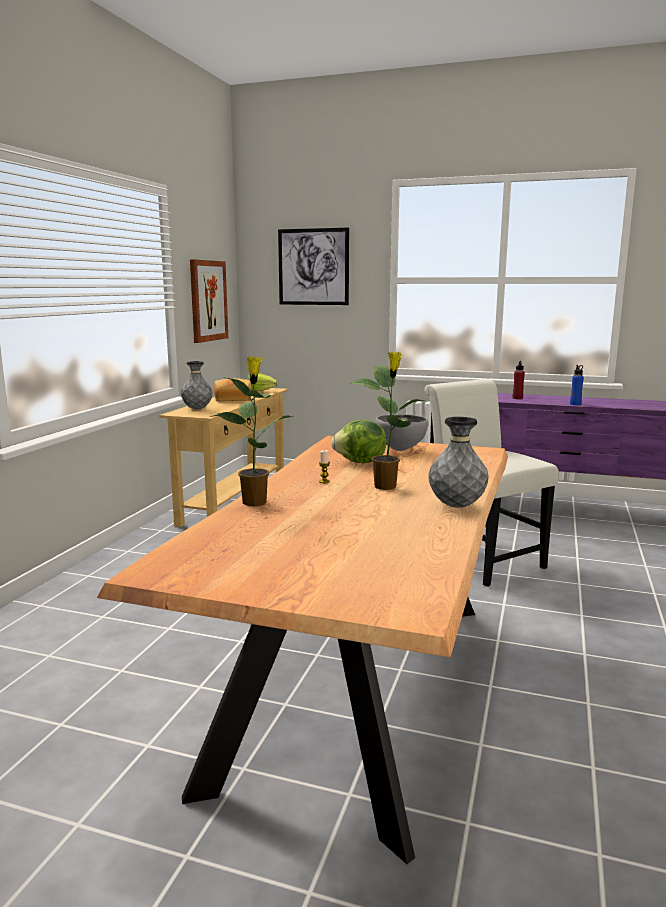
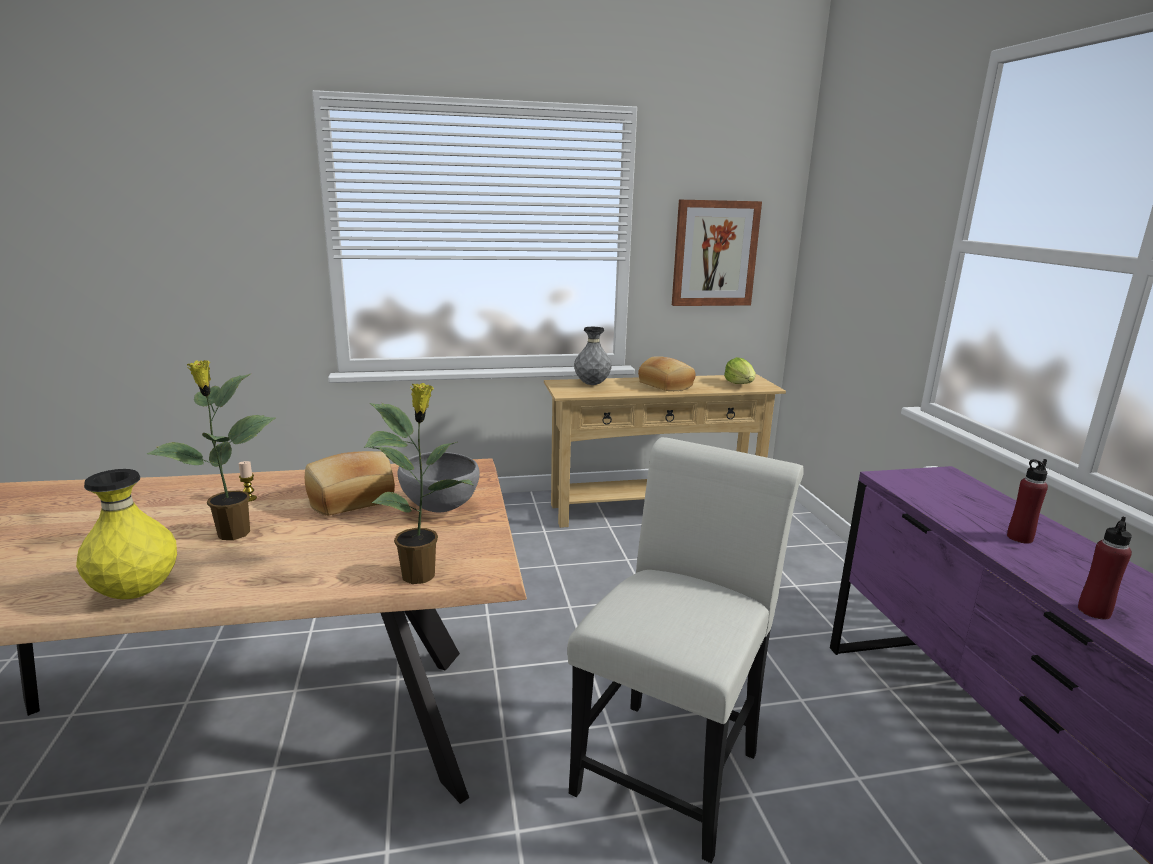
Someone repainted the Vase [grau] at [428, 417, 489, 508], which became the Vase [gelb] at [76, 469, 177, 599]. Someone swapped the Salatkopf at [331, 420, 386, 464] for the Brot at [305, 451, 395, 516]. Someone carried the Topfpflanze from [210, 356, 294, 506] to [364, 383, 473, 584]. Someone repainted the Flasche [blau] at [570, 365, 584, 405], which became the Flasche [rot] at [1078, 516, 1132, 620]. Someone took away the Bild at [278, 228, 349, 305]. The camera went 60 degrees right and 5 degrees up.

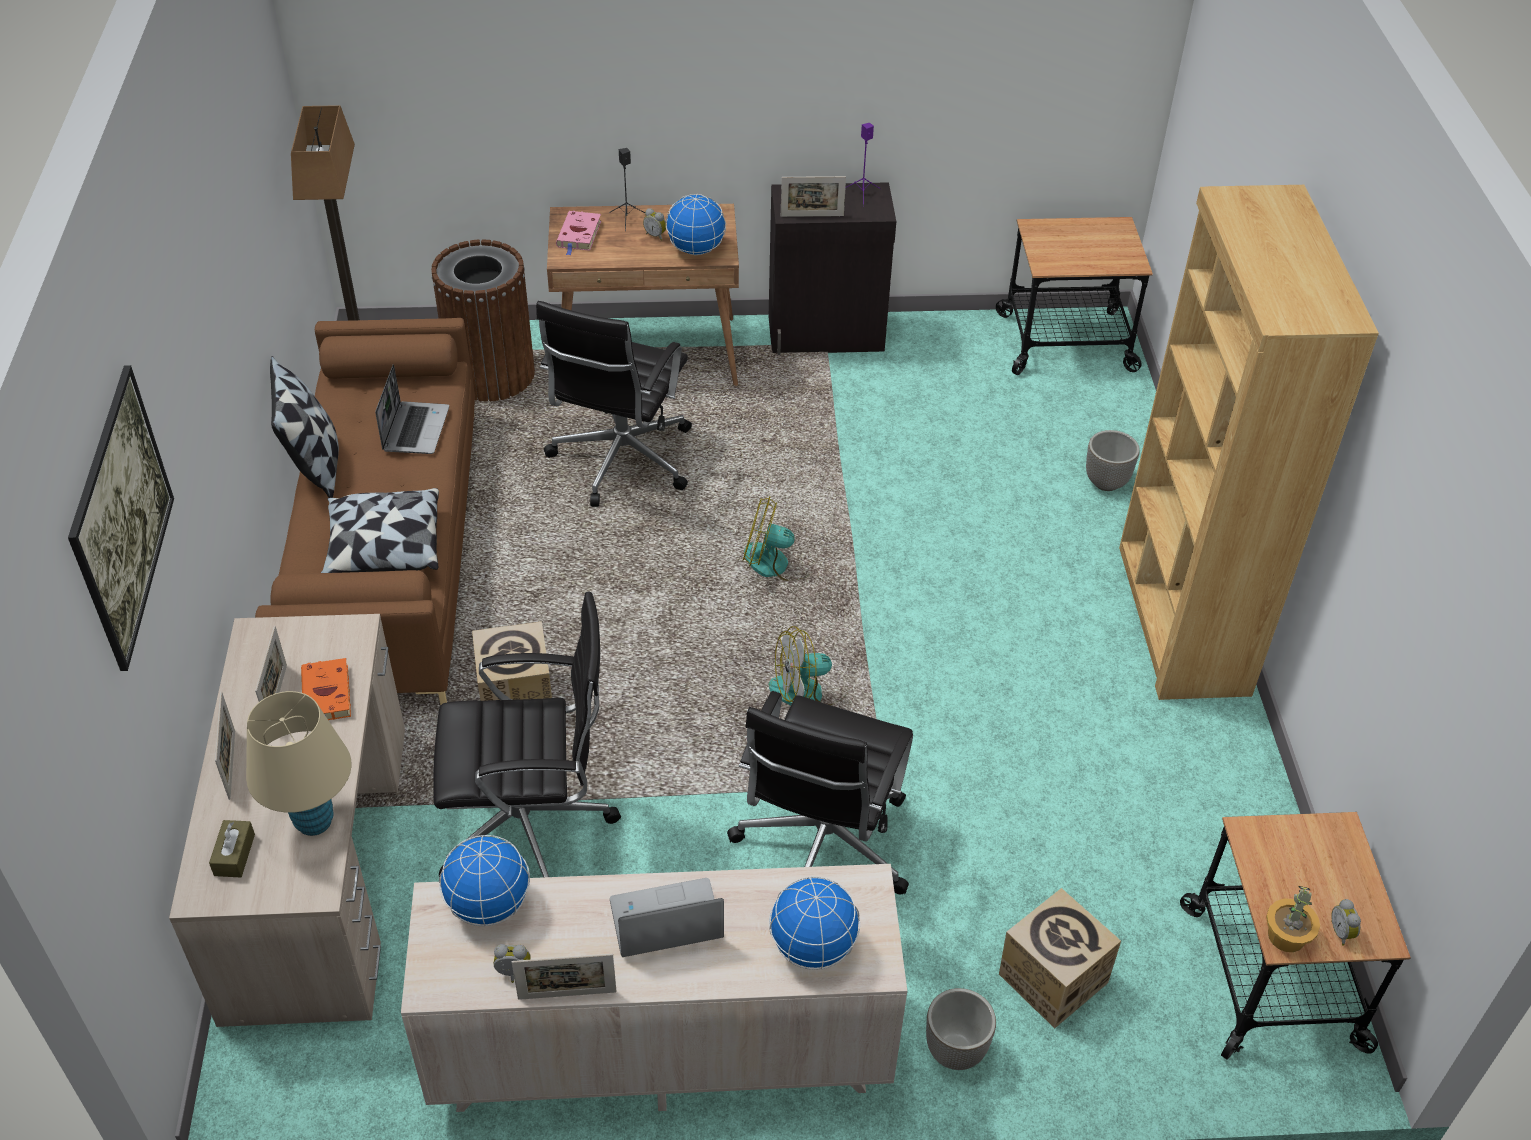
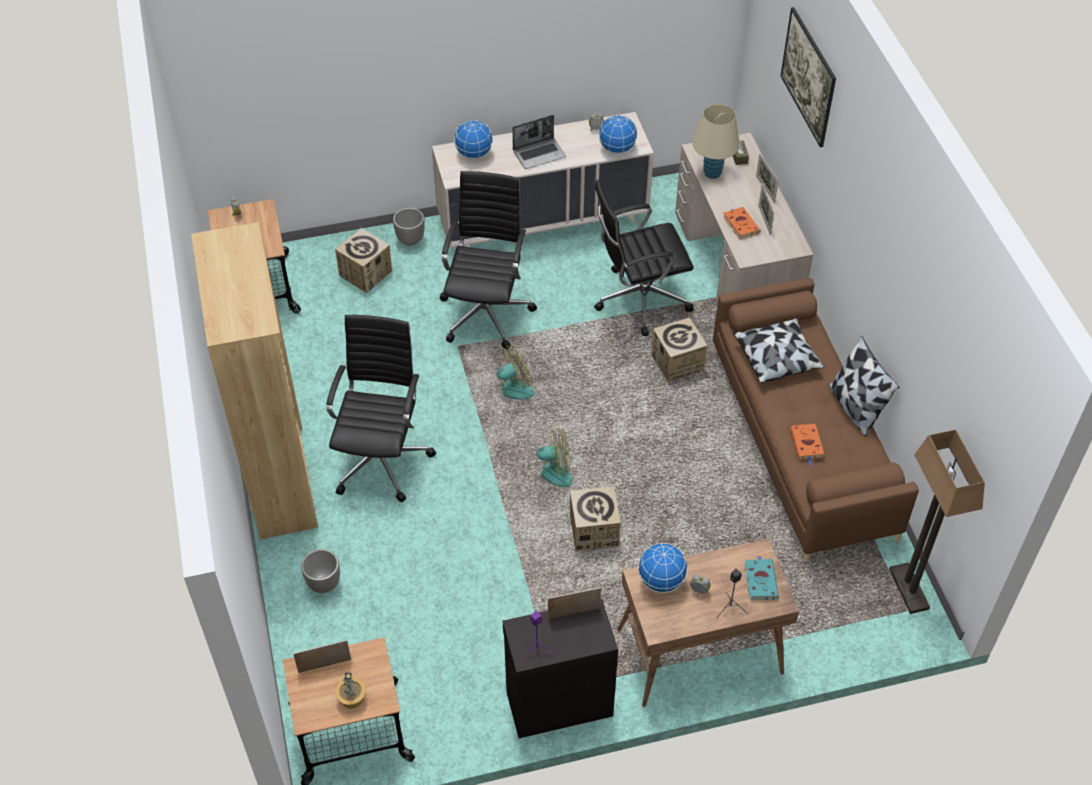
Someone carried the Bilderrahmen from [512, 954, 616, 1000] to [293, 640, 351, 673]. Someone carried the Bürostuhl [schwarz] from [536, 301, 692, 507] to [326, 315, 436, 502]. Someone carried the Topfpflanze from [1266, 886, 1320, 952] to [335, 673, 366, 709]. Someone put down the Karton at [570, 486, 621, 552]. Someone repainted the Buch [rosa] at [556, 211, 601, 255], which became the Buch [türkis] at [744, 556, 779, 600]. Someone swapped the Laptop at [375, 364, 449, 454] for the Buch [orange] at [790, 424, 824, 466]. Someone took away the Mülleimer [braun] at [431, 239, 535, 402]. The camera went 170 degrees right and 5 degrees up.

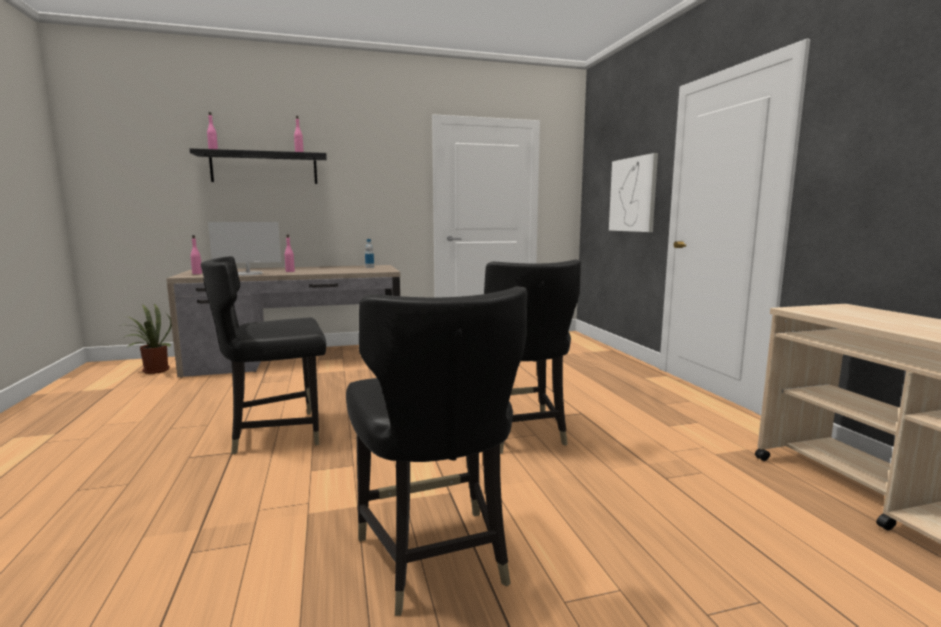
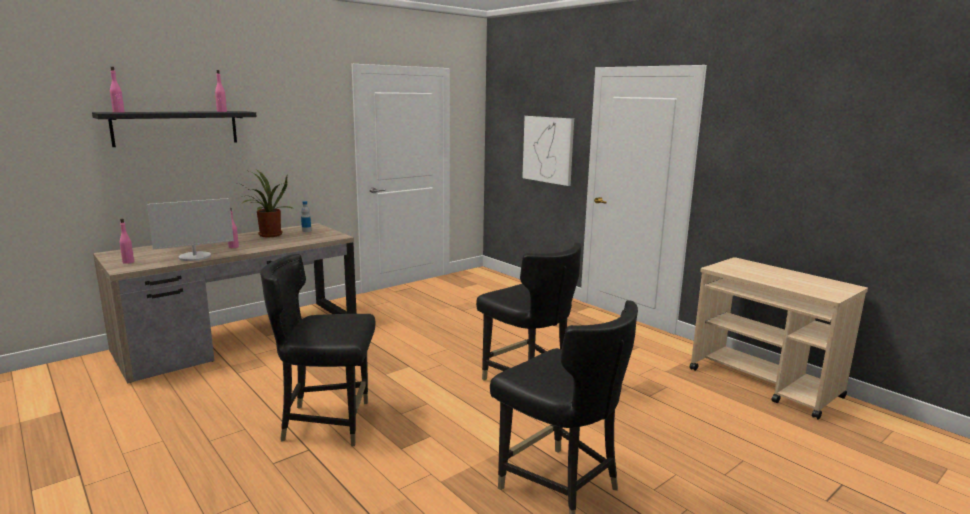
Someone carried the Topfpflanze from [122, 304, 172, 374] to [238, 170, 293, 237]. Someone rotated the Stuhl [schwarz] at [201, 256, 326, 454] by 45 degrees clockwise. The camera went 25 degrees left and 5 degrees up.

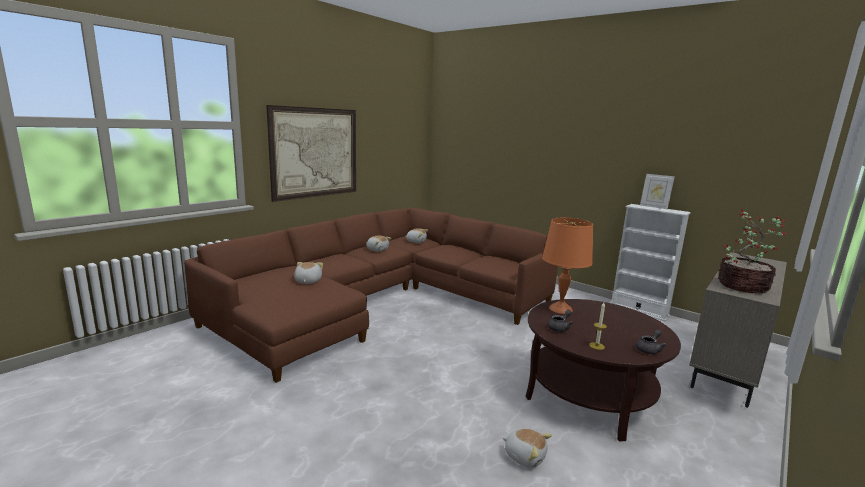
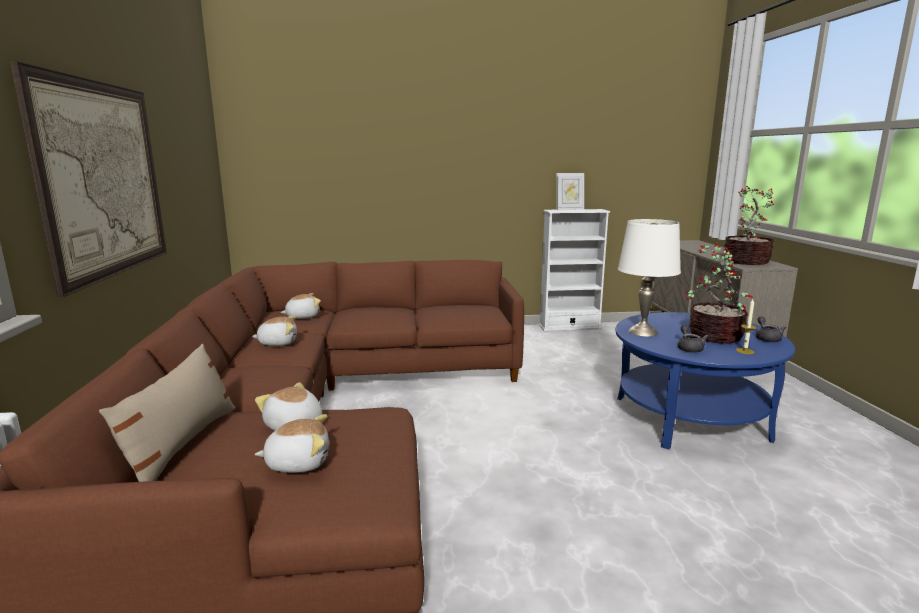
Someone put down the Kissen [beige] at [99, 344, 236, 482]. Someone carried the Plüschtier from [503, 429, 552, 468] to [255, 414, 329, 473]. Someone repainted the Couchtisch [braun] at [526, 299, 681, 441], which became the Couchtisch [blau] at [616, 312, 795, 450]. Someone repainted the Tischlampe [orange] at [542, 218, 593, 314], which became the Tischlampe [weiß] at [618, 219, 681, 337]. Someone put down the Topfpflanze at [685, 243, 753, 344]. The camera went 45 degrees left and 0 degrees up.

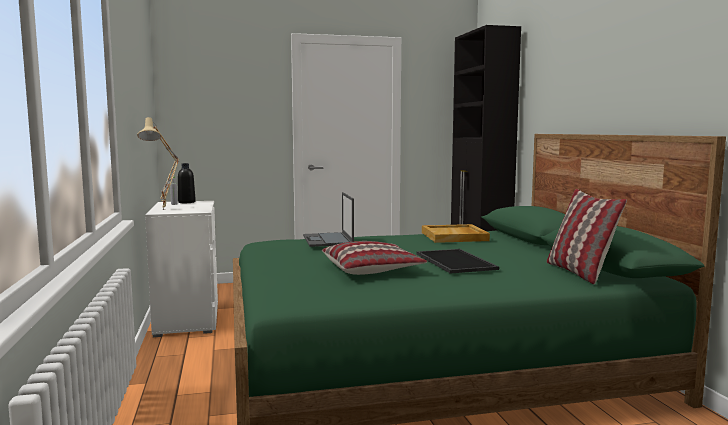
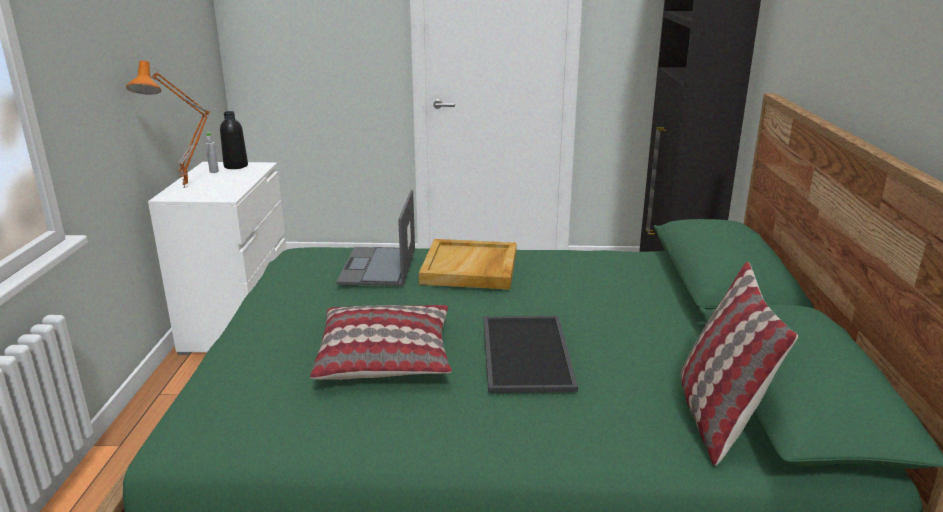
Someone repainted the Tischlampe [beige] at [137, 117, 179, 210], which became the Tischlampe [orange] at [126, 60, 210, 188]. Someone carried the Tablett [beige] from [422, 224, 490, 243] to [419, 239, 517, 289]. The camera went 15 degrees right and 15 degrees up.

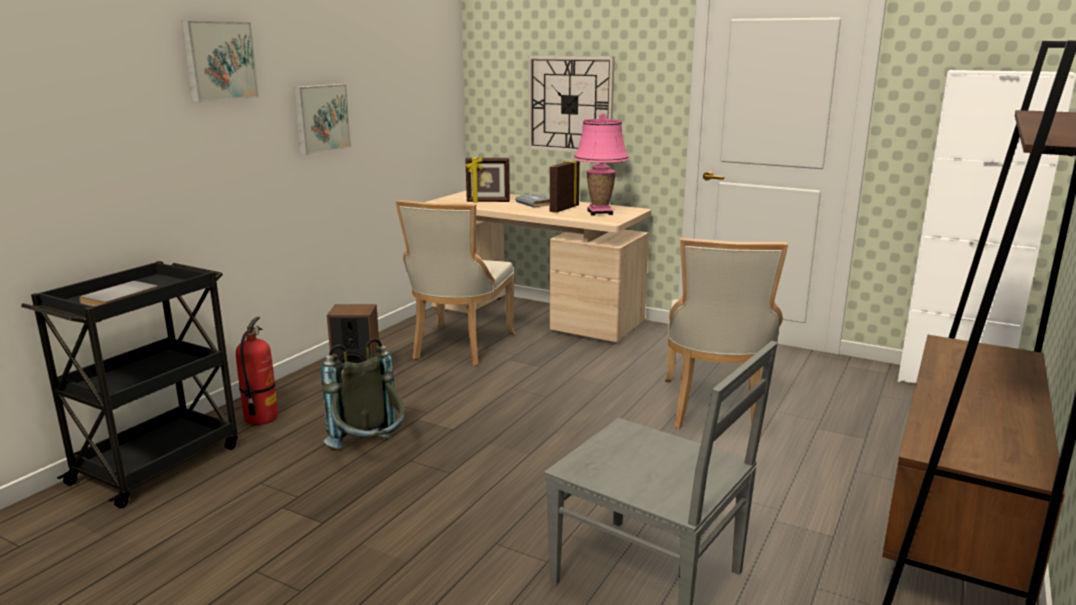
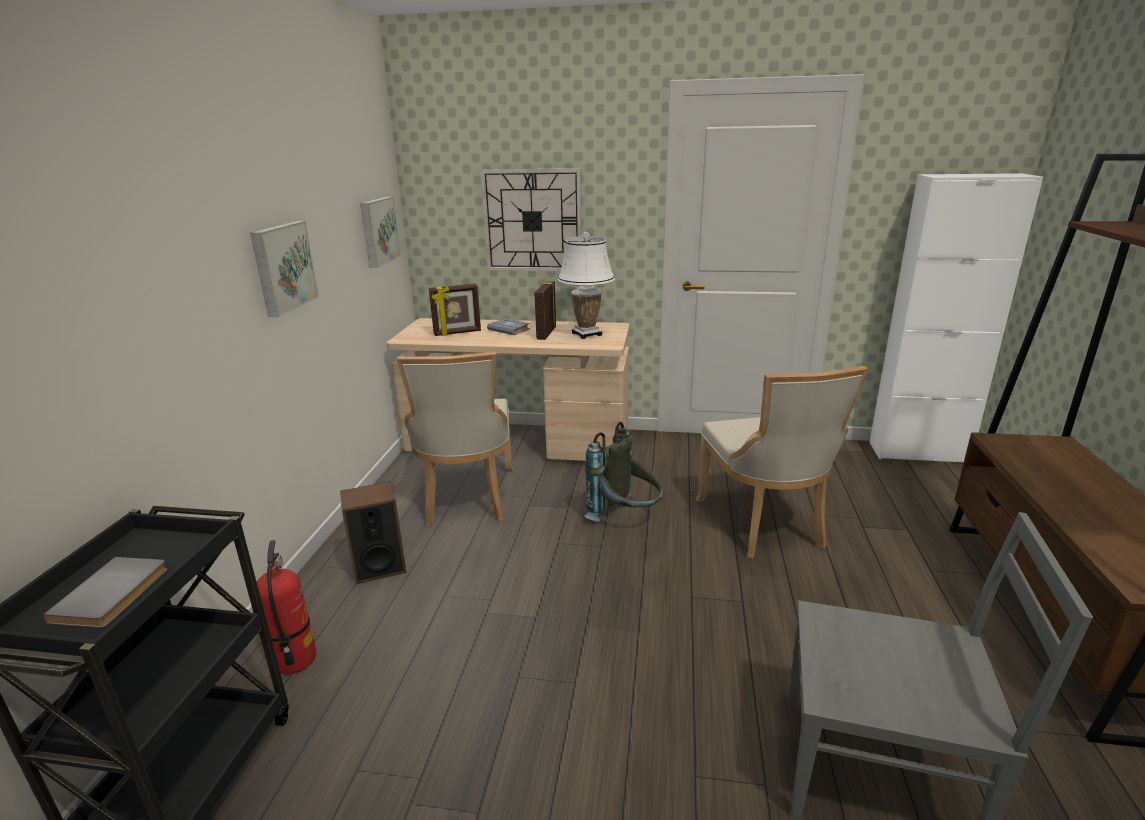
Someone carried the Bild from [181, 21, 259, 102] to [360, 197, 401, 268]. Someone repainted the Tischlampe [rosa] at [574, 113, 629, 216], which became the Tischlampe [weiß] at [558, 232, 615, 339]. Someone carried the Rucksack [grau] from [321, 338, 405, 449] to [584, 422, 663, 522]. The camera went 20 degrees left and 5 degrees up.

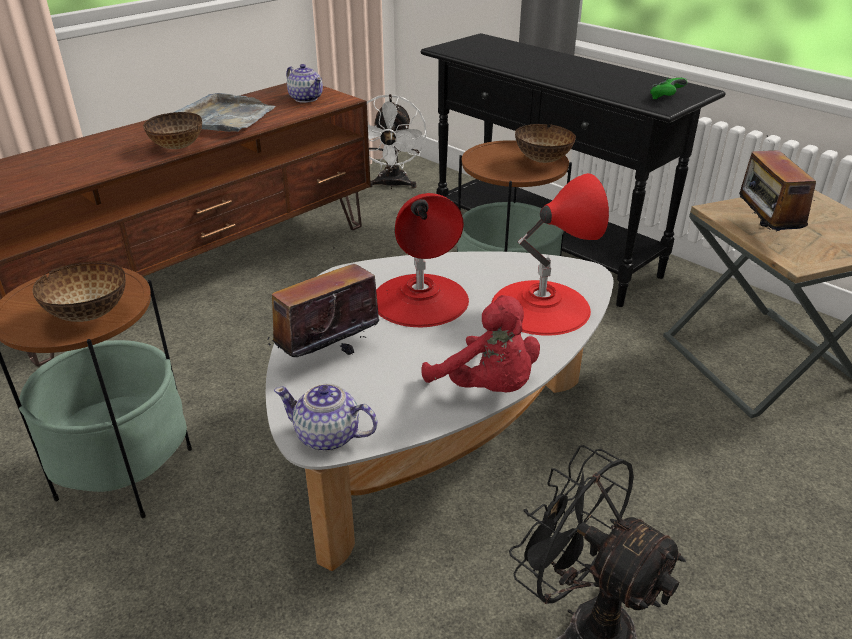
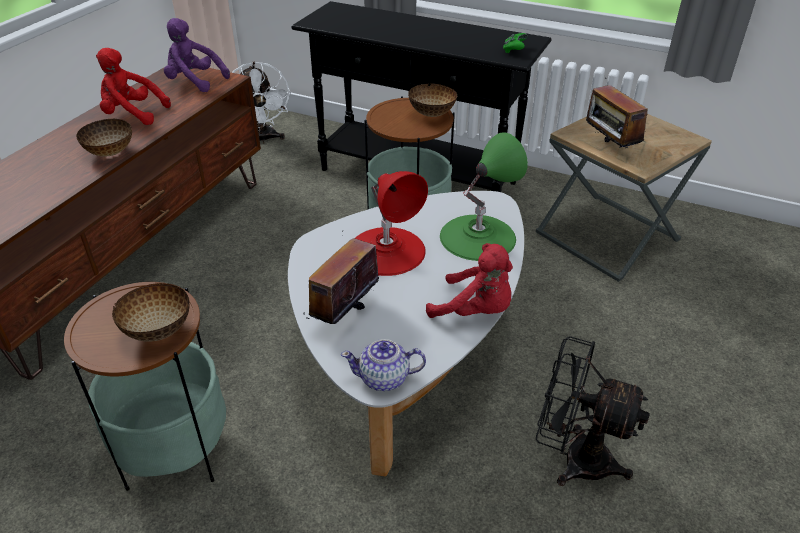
Someone swapped the Tablett [grau] at [173, 93, 275, 132] for the Plüschtier [rot] at [96, 48, 171, 125]. Someone swapped the Teekanne at [286, 64, 323, 103] for the Plüschtier [lila] at [164, 18, 230, 92]. Someone repainted the Tischlampe [rot] at [492, 173, 609, 336], which became the Tischlampe [grün] at [440, 132, 528, 261]. The camera went 20 degrees left and 5 degrees up.

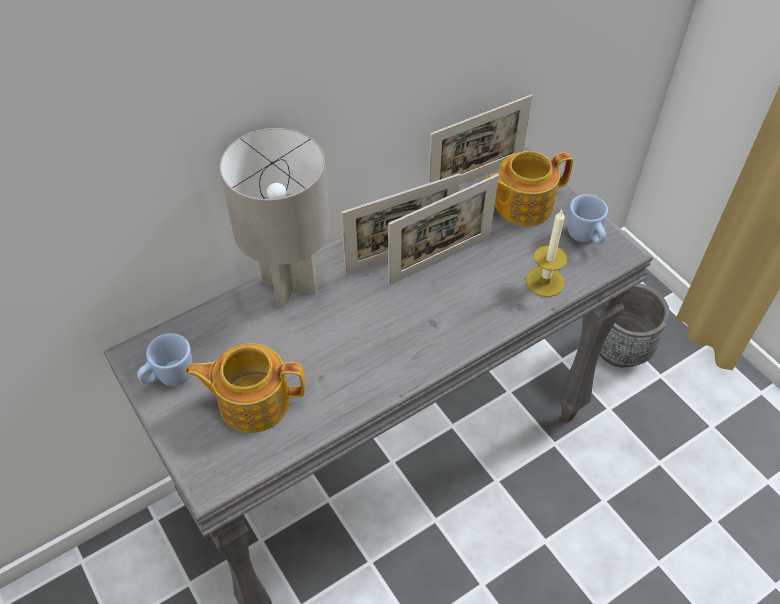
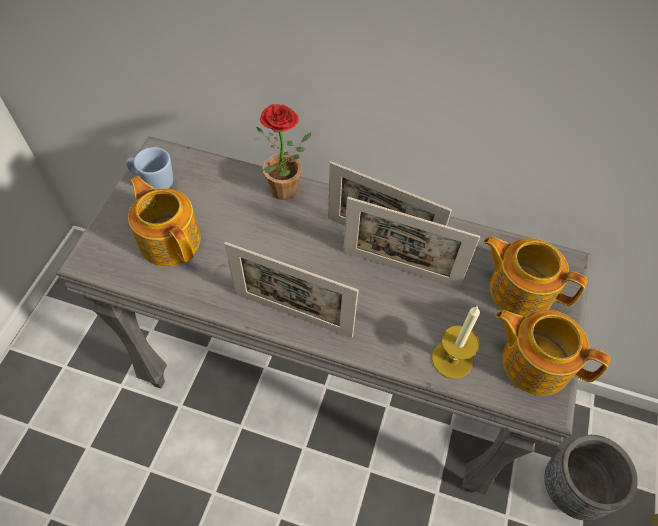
Someone carried the Bilderrahmen from [428, 95, 532, 184] to [224, 242, 359, 338]. Someone swapped the Tischlampe [grau] at [219, 128, 330, 308] for the Topfpflanze at [256, 104, 311, 200]. Someone swapped the Henkelbecher [blau] at [568, 194, 608, 245] for the Teekanne at [495, 310, 610, 396]. The camera went 50 degrees right and 5 degrees up.

